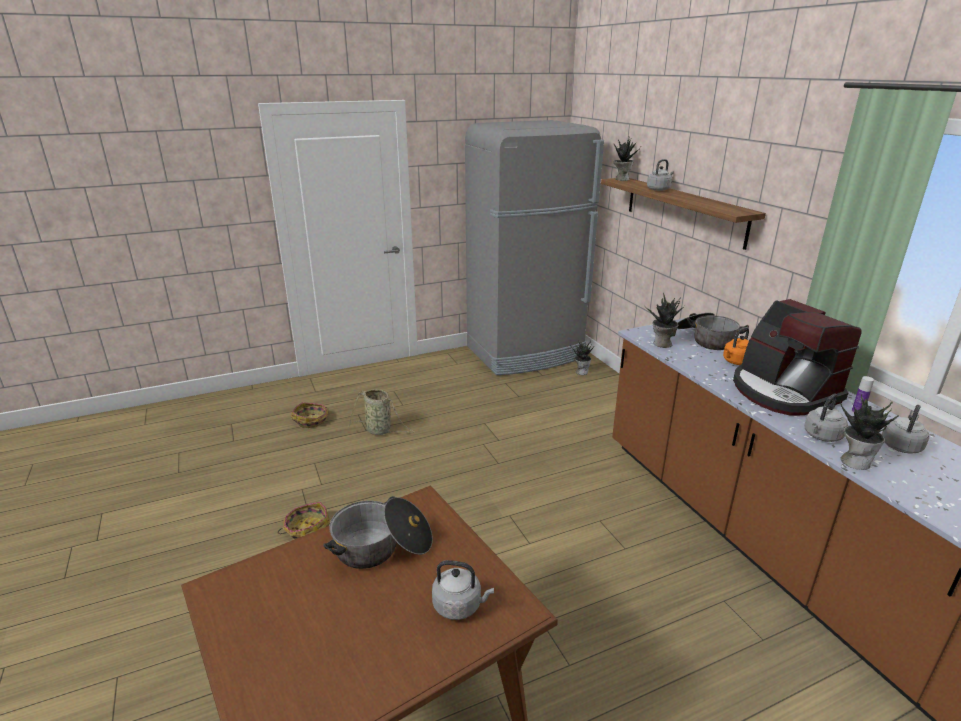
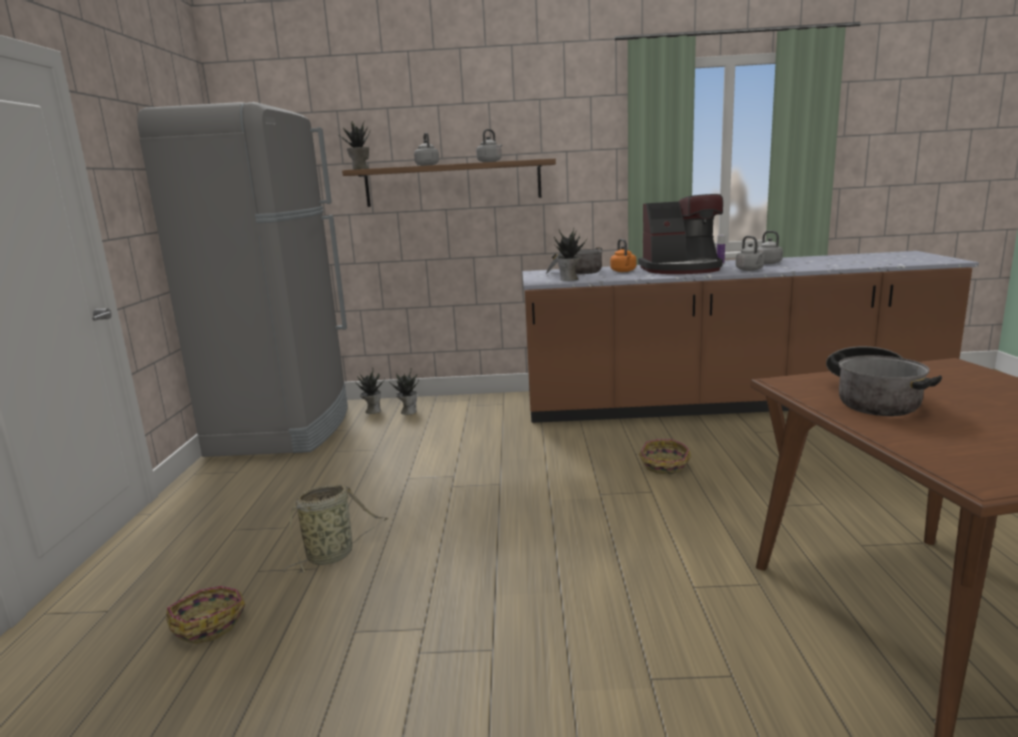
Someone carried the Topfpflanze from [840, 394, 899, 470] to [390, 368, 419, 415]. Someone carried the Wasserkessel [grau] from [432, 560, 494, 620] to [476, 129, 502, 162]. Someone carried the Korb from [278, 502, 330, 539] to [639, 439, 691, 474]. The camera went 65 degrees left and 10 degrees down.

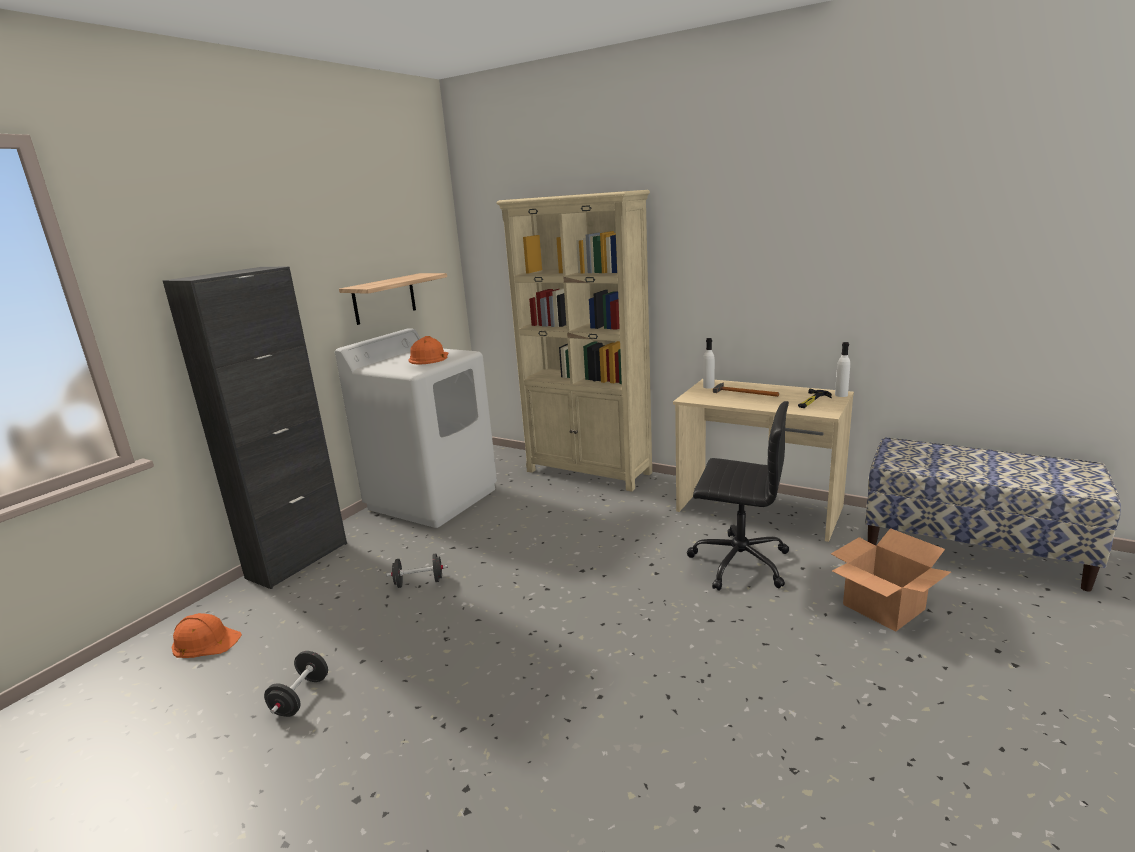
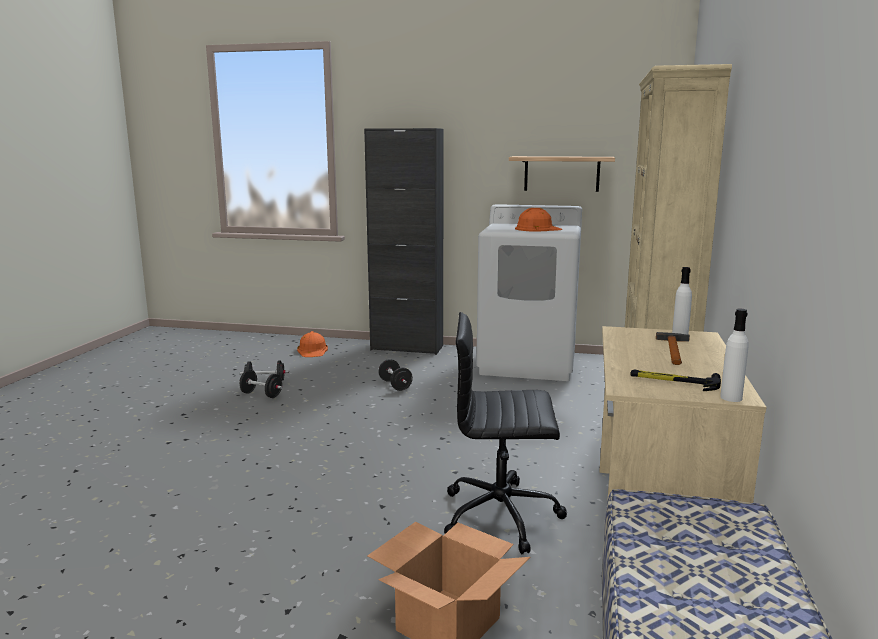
Someone put down the Hantel [schwarz] at [239, 370, 282, 398]. Someone rotated the Bürostuhl [schwarz] at [687, 401, 789, 591] by 90 degrees clockwise. The camera went 70 degrees right and 5 degrees down.

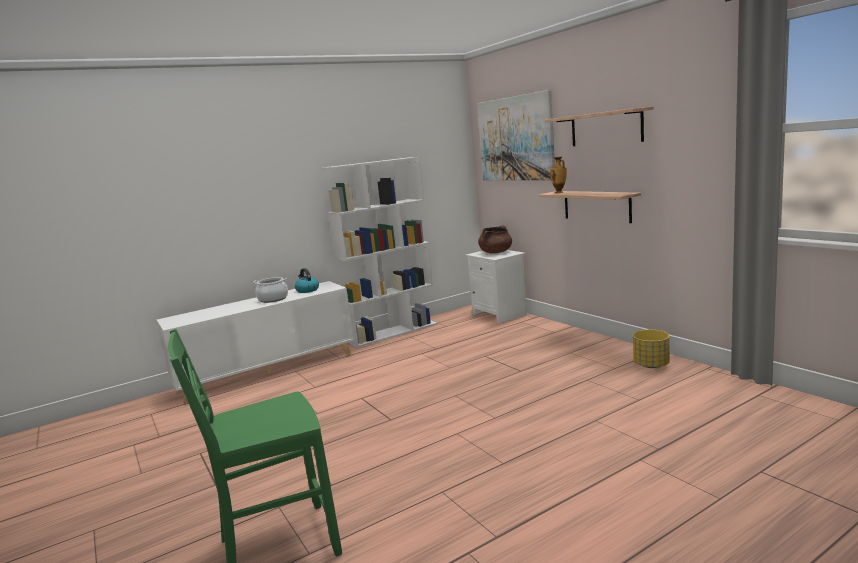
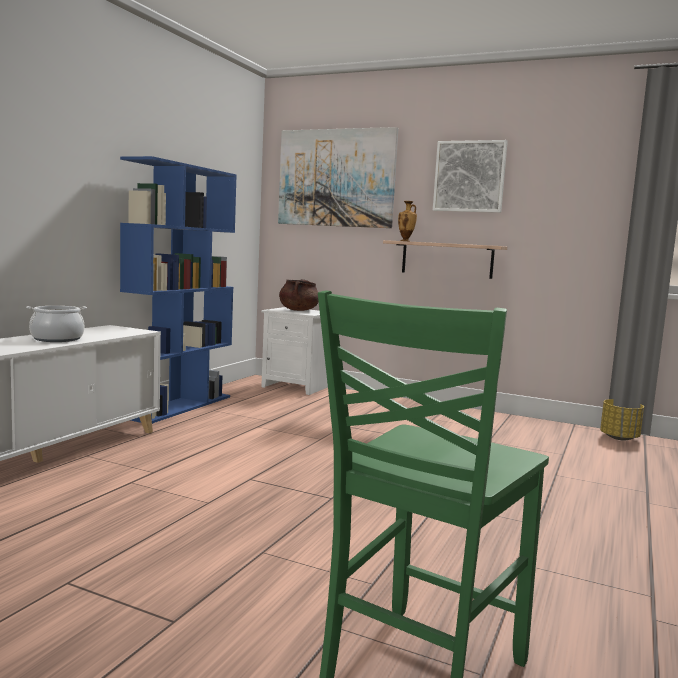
Someone repainted the Bücherregal [weiß] at [321, 157, 437, 348], which became the Bücherregal [blau] at [120, 156, 237, 424]. Someone swapped the Wandregal at [545, 107, 654, 146] for the Bild at [433, 140, 508, 213]. Someone carried the Pflanzkübel [gelb] from [633, 330, 670, 368] to [600, 399, 644, 440]. Someone took away the Wasserkessel at [295, 268, 319, 293]. The camera went 35 degrees left and 5 degrees down.

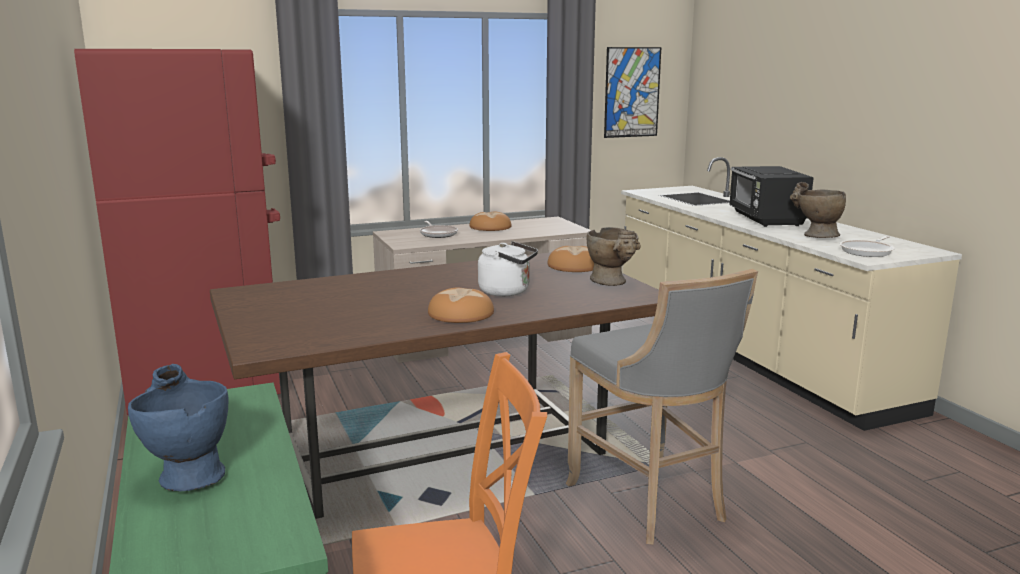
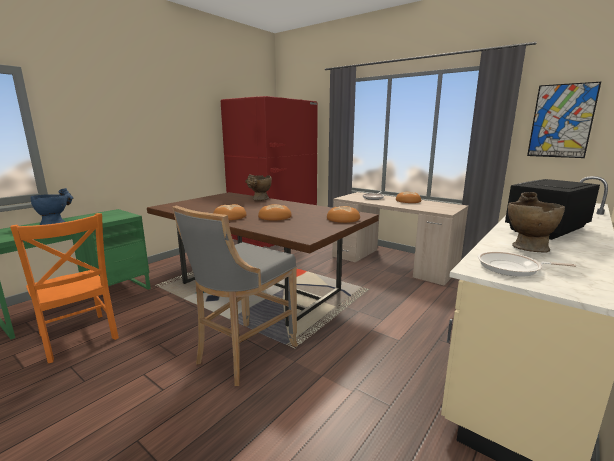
Someone carried the Vase [beige] from [587, 227, 641, 286] to [245, 174, 272, 201]. Someone swapped the Wasserkessel [weiß] at [478, 241, 538, 296] for the Brot at [258, 204, 292, 221]. The camera went 60 degrees right and 0 degrees up.

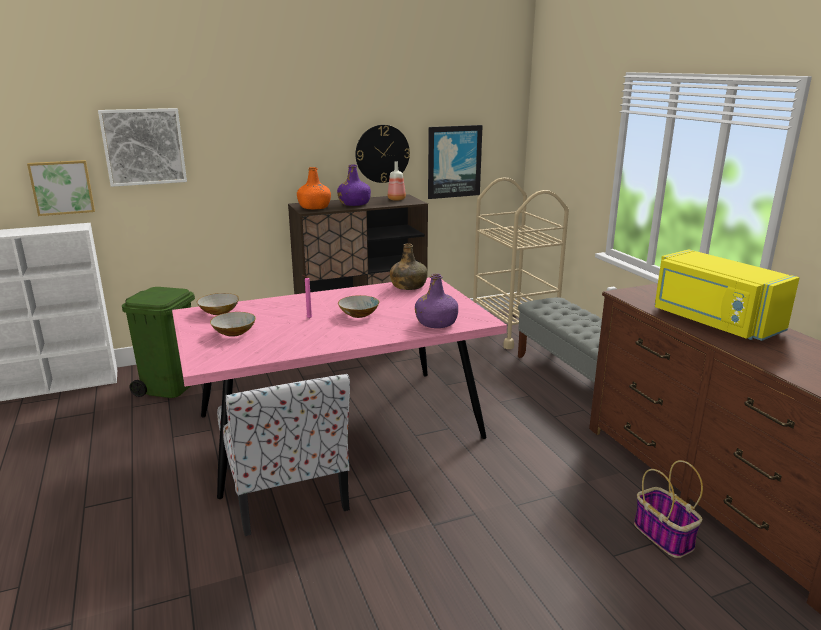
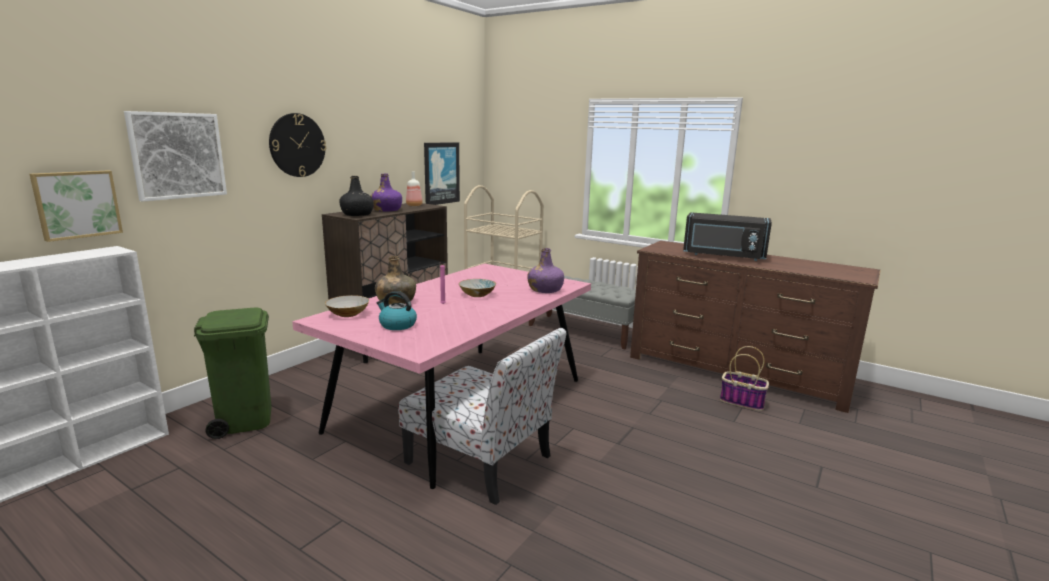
Someone carried the Wanduhr from [356, 125, 410, 183] to [269, 113, 326, 177]. Someone repainted the Flasche [orange] at [297, 167, 331, 209], which became the Flasche [schwarz] at [339, 176, 374, 216]. Someone carried the Flasche [grün] from [390, 243, 428, 290] to [375, 256, 416, 305]. Someone swapped the Schüssel at [210, 312, 256, 337] for the Wasserkessel at [377, 291, 417, 330]. Someone repainted the Mikrowelle [gelb] at [655, 249, 800, 341], which became the Mikrowelle [schwarz] at [683, 212, 772, 261]. The camera went 35 degrees left and 5 degrees down.

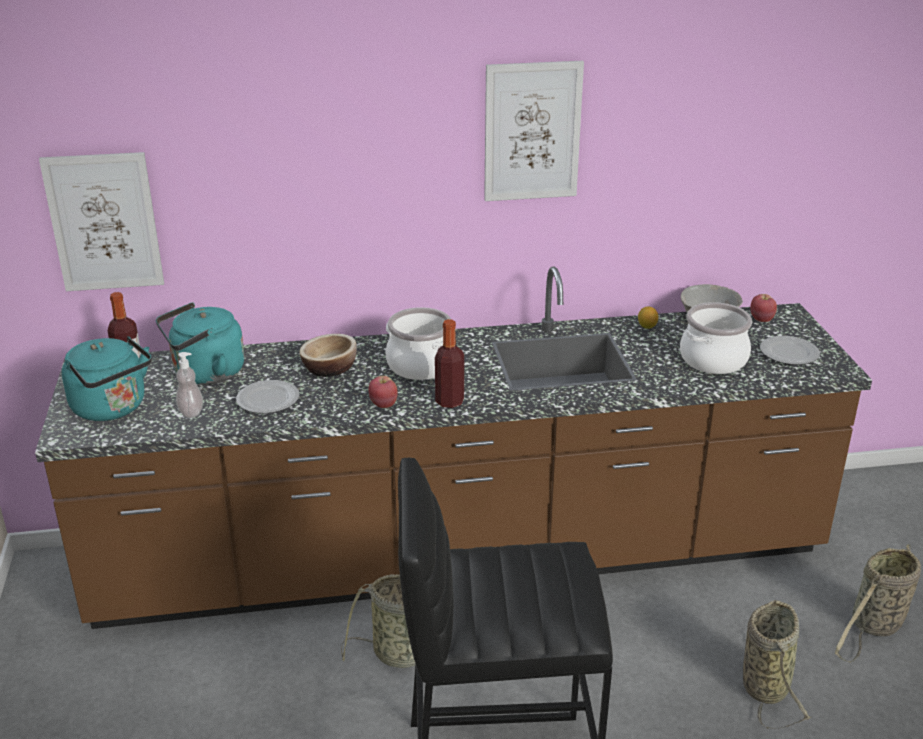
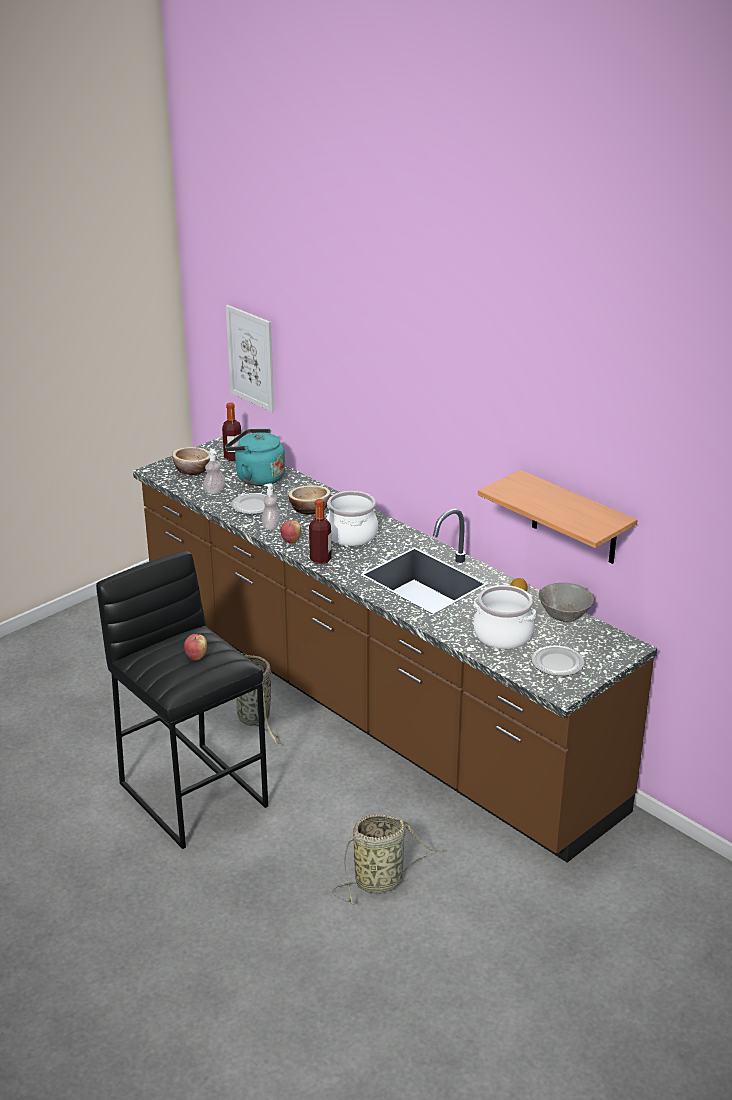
Someone swapped the Wasserkessel [türkis] at [62, 336, 152, 421] for the Schüssel at [172, 447, 211, 475]. Someone carried the Apfel from [750, 294, 777, 322] to [184, 634, 207, 661]. Someone put down the Seifenspender at [262, 483, 280, 530]. Someone put up the Wandregal at [478, 470, 637, 564]. Someone took away the Bild at [484, 61, 584, 201]. Someone took away the Korb at [835, 544, 921, 662]. The camera went 55 degrees right and 0 degrees up.

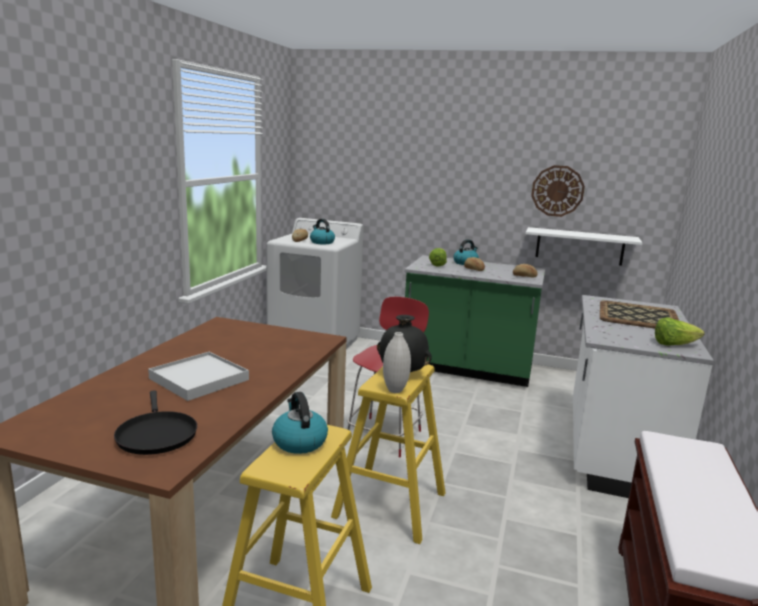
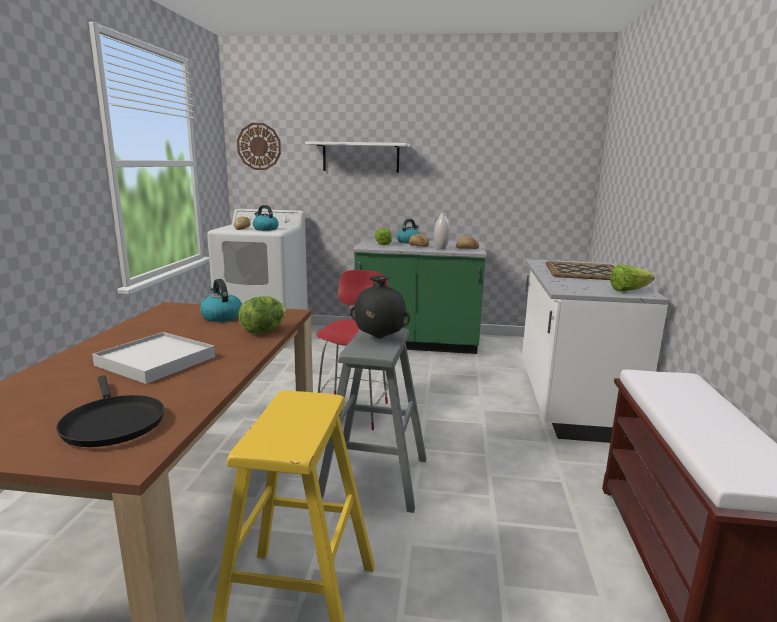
Someone carried the Wasserkessel from [272, 392, 328, 454] to [200, 279, 242, 322]. Someone carried the Wanduhr from [531, 165, 585, 217] to [237, 123, 281, 170]. Someone put down the Salatkopf at [238, 296, 286, 334]. Someone carried the Wandregal [weiß] from [526, 227, 642, 266] to [305, 141, 410, 173]. Someone repainted the Hocker [gelb] at [331, 364, 446, 544], which became the Hocker [grau] at [319, 328, 427, 513]. Someone carried the Vase [weiß] from [383, 332, 411, 393] to [434, 213, 450, 249]. The camera went 10 degrees left and 0 degrees up.

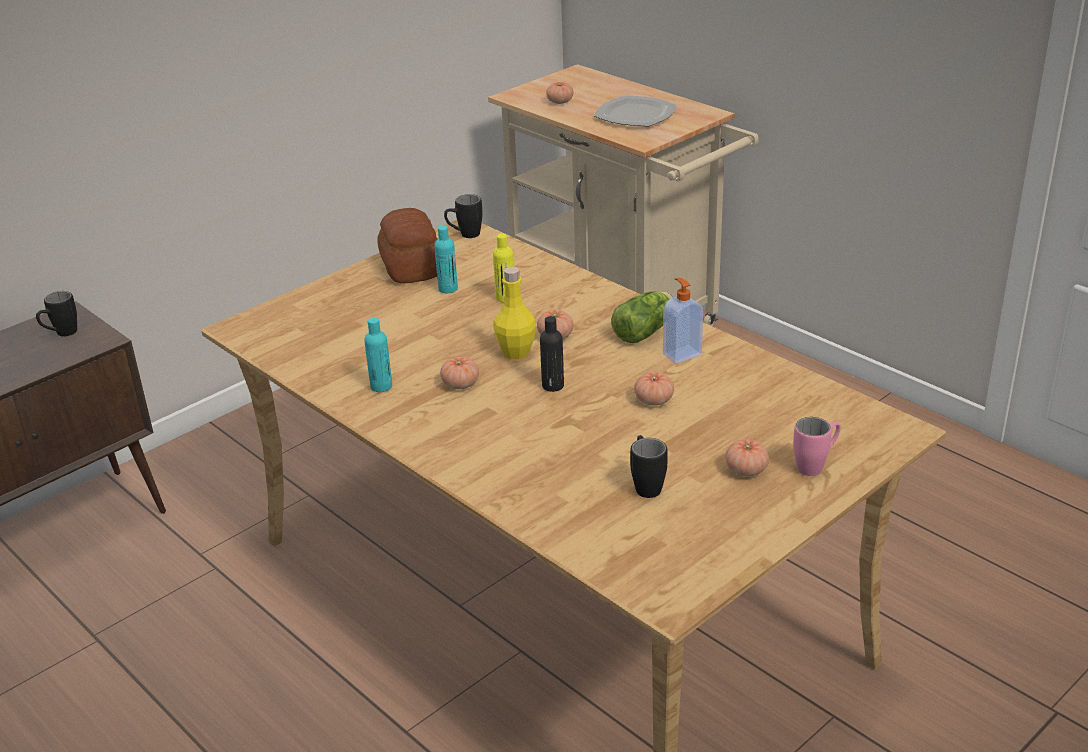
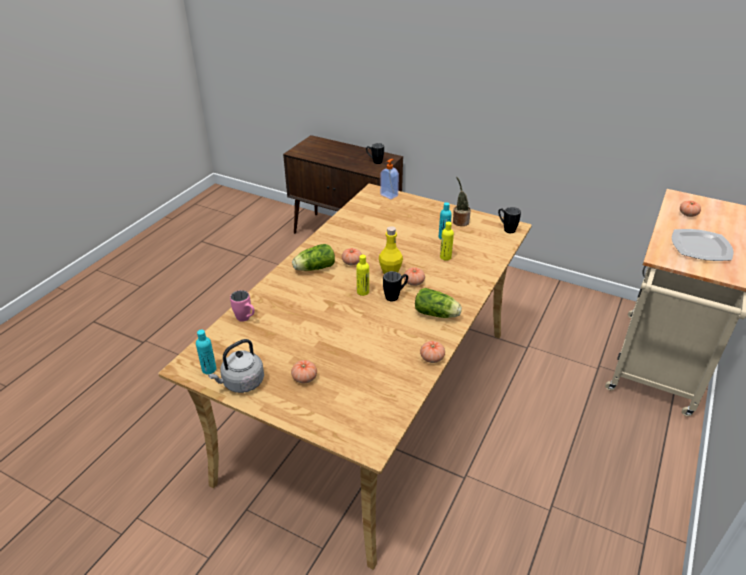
Someone carried the Flasche [türkis] from [364, 318, 392, 392] to [196, 330, 216, 374]. Someone put down the Wasserkessel [grau] at [208, 339, 264, 393]. Someone carried the Henkelbecher [rosa] from [793, 417, 841, 476] to [230, 290, 255, 322]. Someone put down the Salatkopf at [292, 244, 335, 271]. Someone repainted the Flasche [schwarz] at [540, 316, 564, 392], which became the Flasche [gelb] at [356, 255, 369, 296]. Someone carried the Seifenspender from [663, 278, 703, 364] to [380, 159, 399, 199]. Someone carried the Henkelbecher [schwarz] from [630, 435, 668, 498] to [383, 271, 408, 301]. Someone carried the Tomate from [634, 372, 674, 406] to [420, 341, 445, 363]. Someone swapped the Brot at [377, 208, 438, 284] for the Topfpflanze at [453, 177, 471, 226]. The camera went 70 degrees right and 5 degrees up.

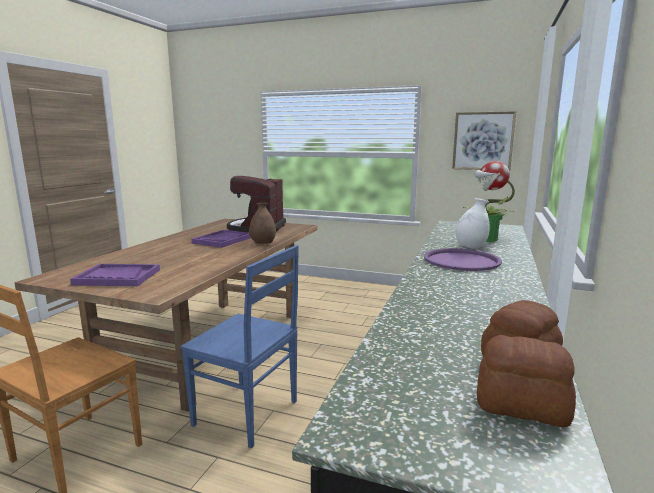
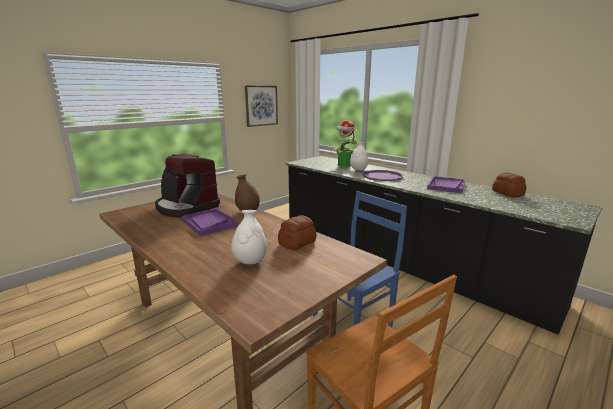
Someone put down the Vase [weiß] at [231, 210, 267, 264]. Someone carried the Brot from [477, 335, 576, 427] to [278, 215, 316, 250]. Someone carried the Tablett [lila] from [70, 264, 160, 286] to [427, 176, 465, 193]. The camera went 65 degrees left and 5 degrees up.

